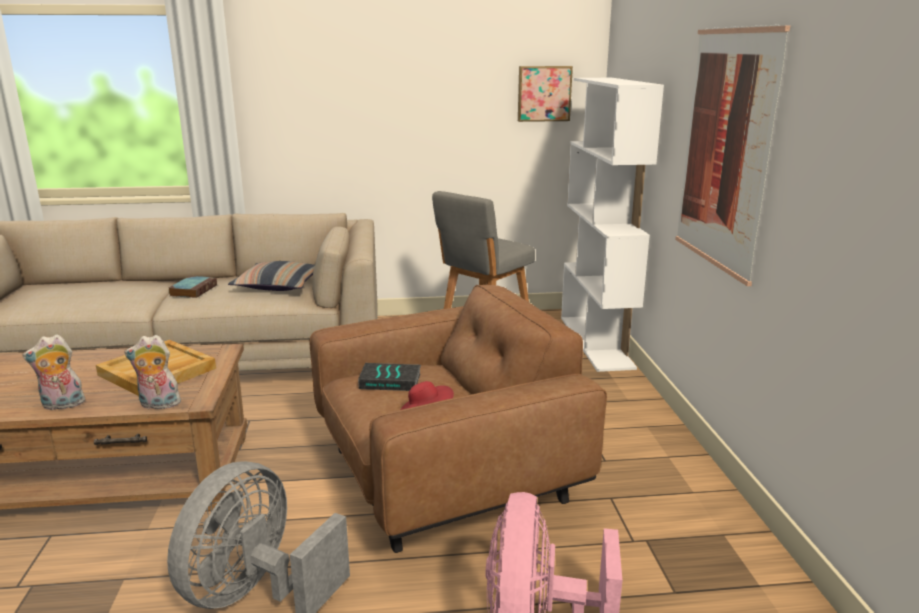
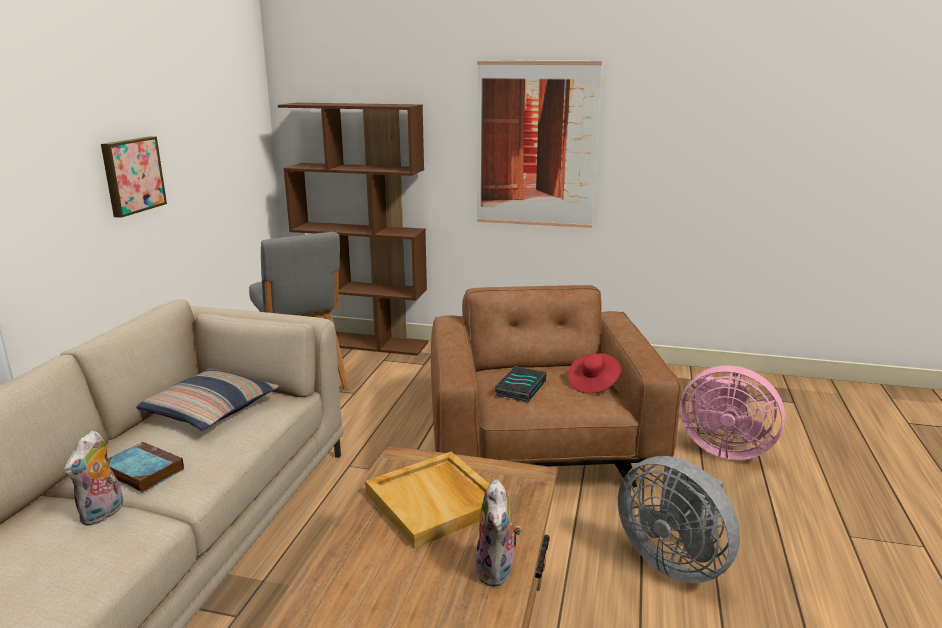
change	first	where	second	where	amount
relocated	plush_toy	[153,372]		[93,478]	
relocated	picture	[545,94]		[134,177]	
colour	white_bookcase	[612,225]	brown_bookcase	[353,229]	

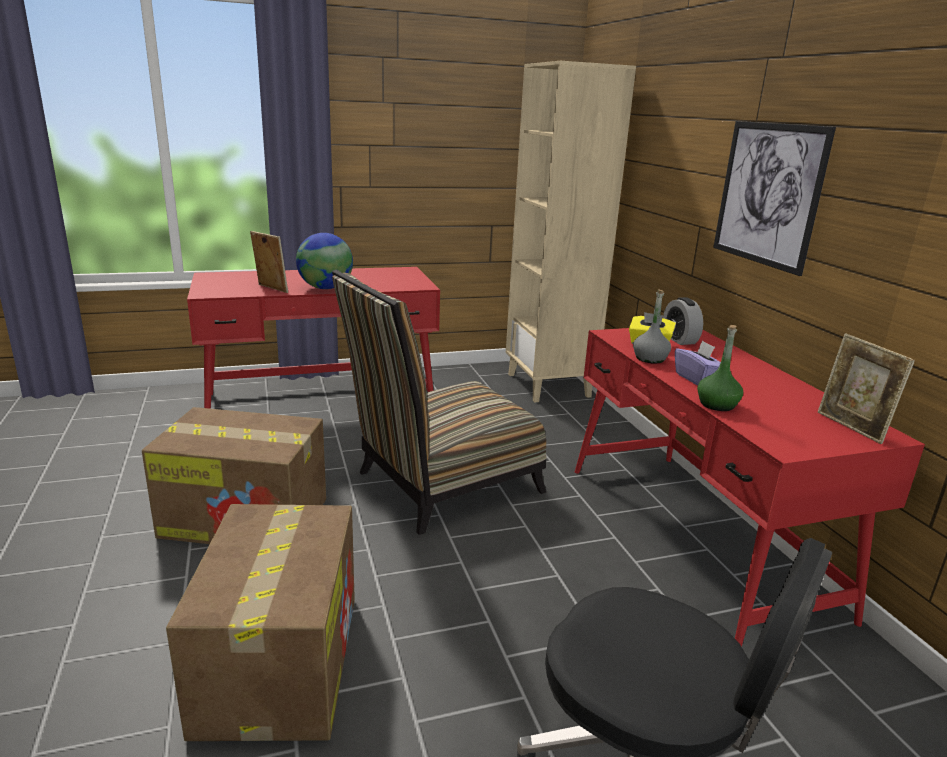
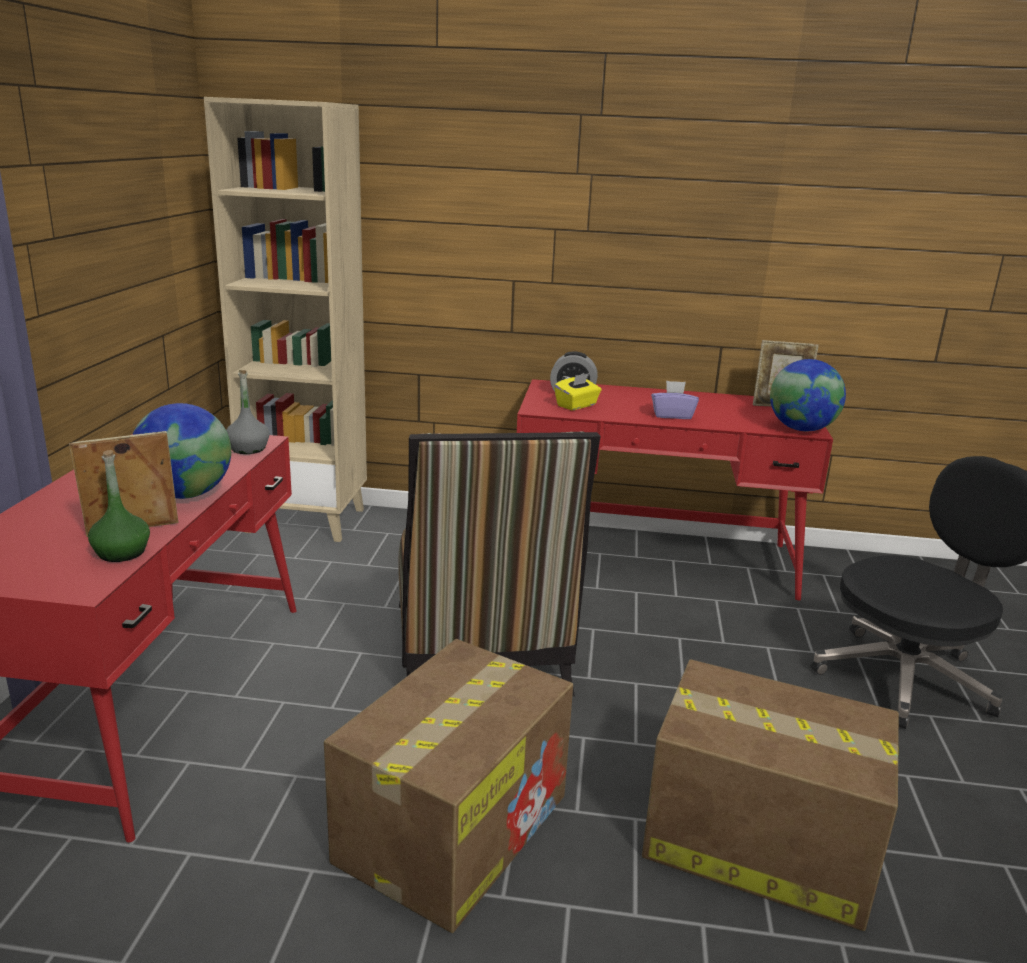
change	first	where	second	where	amount
relocated	grey_bottle	[652,326]		[248,412]	
relocated	green_bottle	[720,368]		[119,506]	
missing	picture	[774,198]			
appeared			globe	[808,395]	

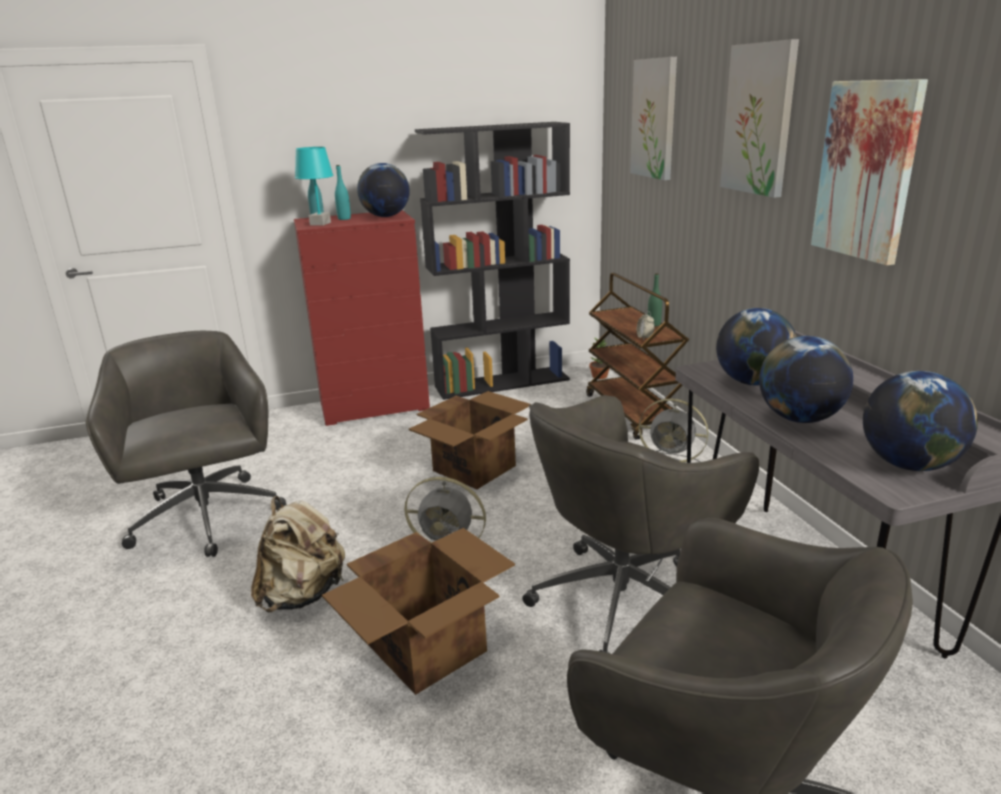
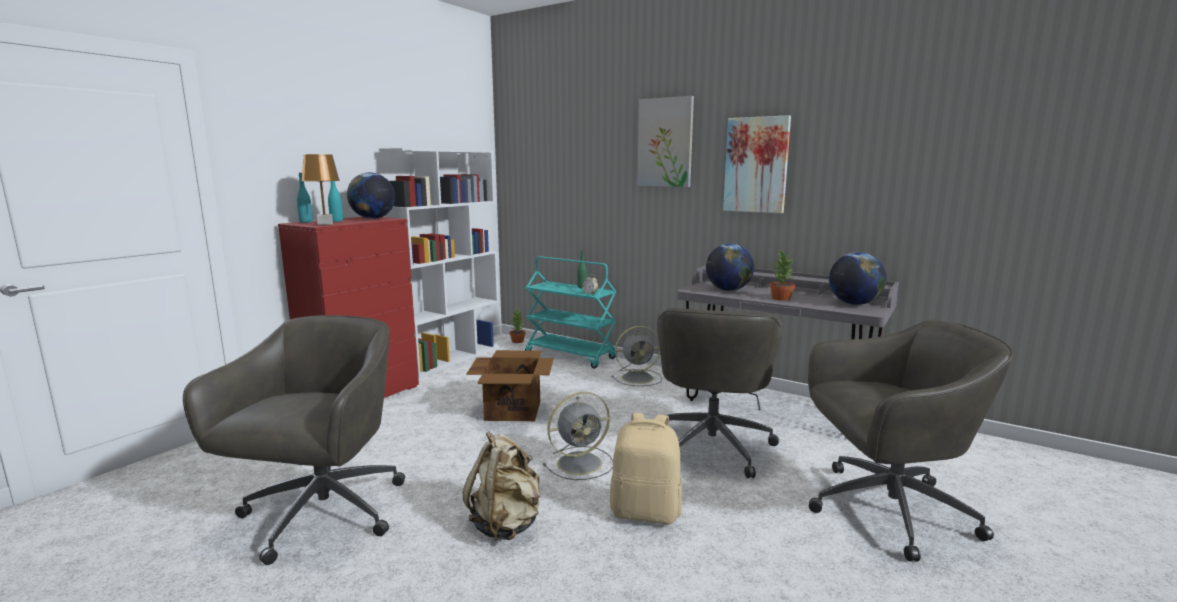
change	first	where	second	where	amount
spun	grey_office_chair	[186,444]		[294,440]	75 degrees clockwise
colour	turquoise_table_lamp	[314,186]	brown_table_lamp	[320,189]	
exchanged	cardboard_box	[418,611]	beige_backpack	[646,468]	
colour	black_bookcase	[492,261]	white_bookcase	[439,263]	
colour	brown_cart	[637,356]	turquoise_cart	[571,312]	
missing	picture	[653,118]			
exchanged	globe	[806,379]	potted_plant	[782,275]	

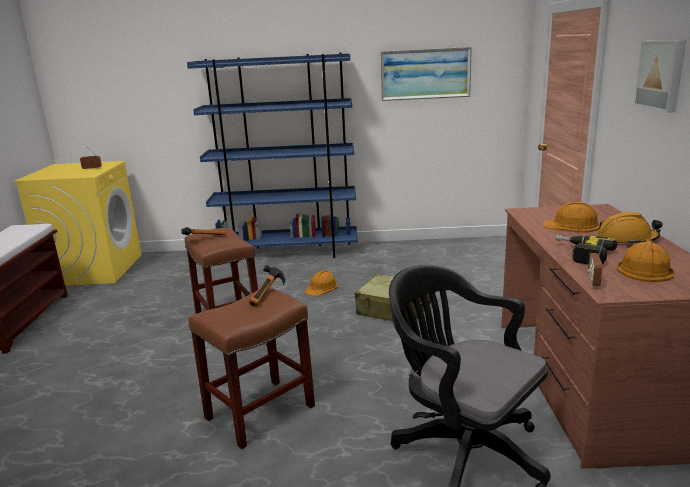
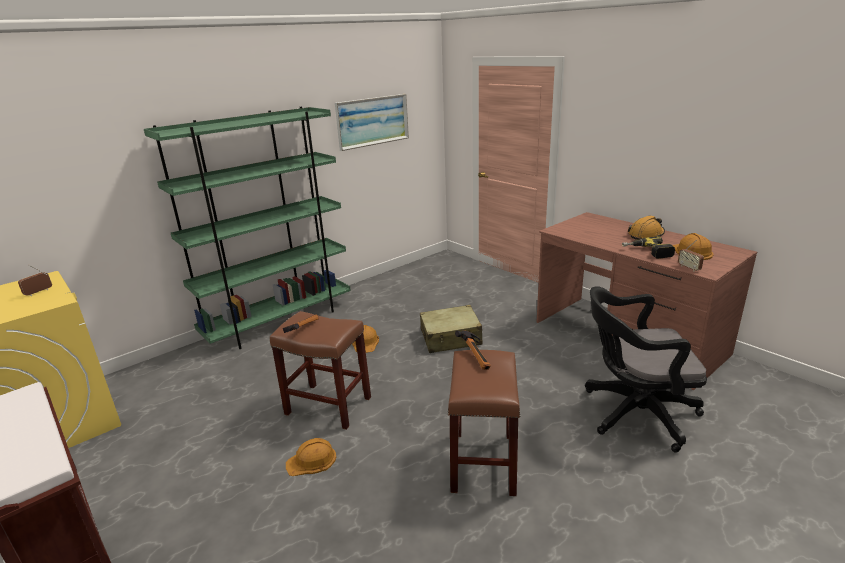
change	first	where	second	where	amount
colour	blue_bookcase	[272,157]	green_bookcase	[247,228]	
relocated	orange_hard_hat	[571,217]		[311,457]	
missing	picture	[659,76]			

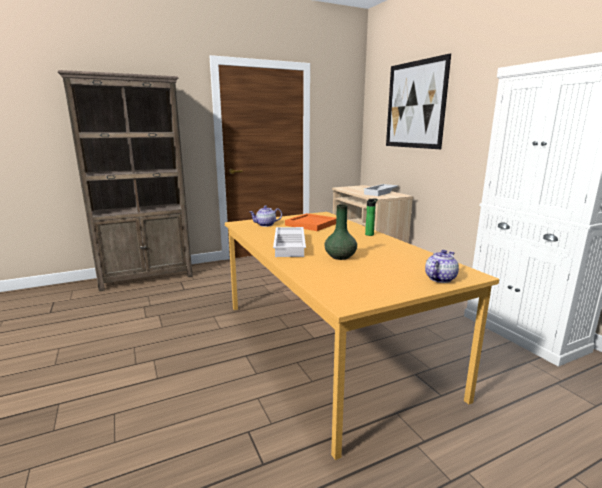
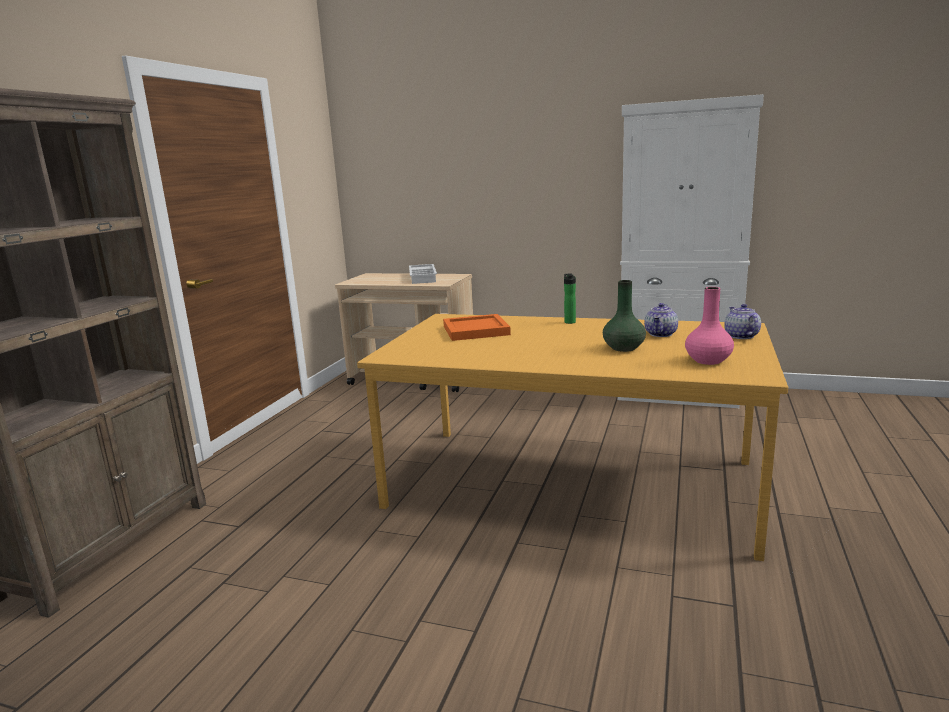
change	first	where	second	where	amount
relocated	teapot	[266,216]		[661,320]	
missing	white_tray	[289,242]			
missing	picture	[418,101]			
appeared			pink_vase	[709,326]	

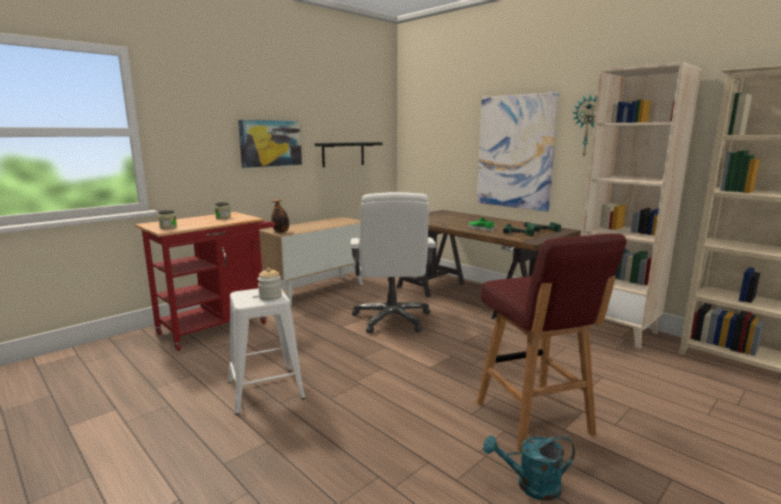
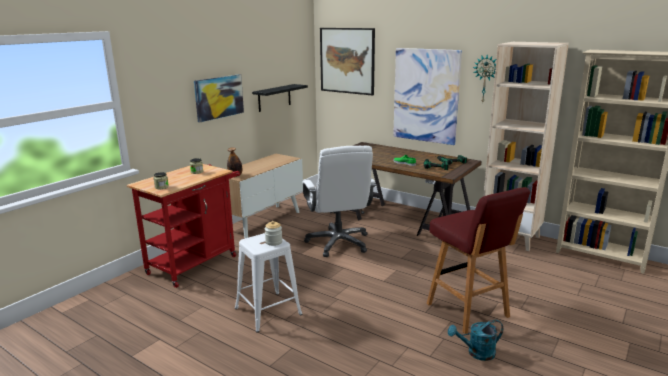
change	first	where	second	where	amount
appeared			picture	[347,61]	

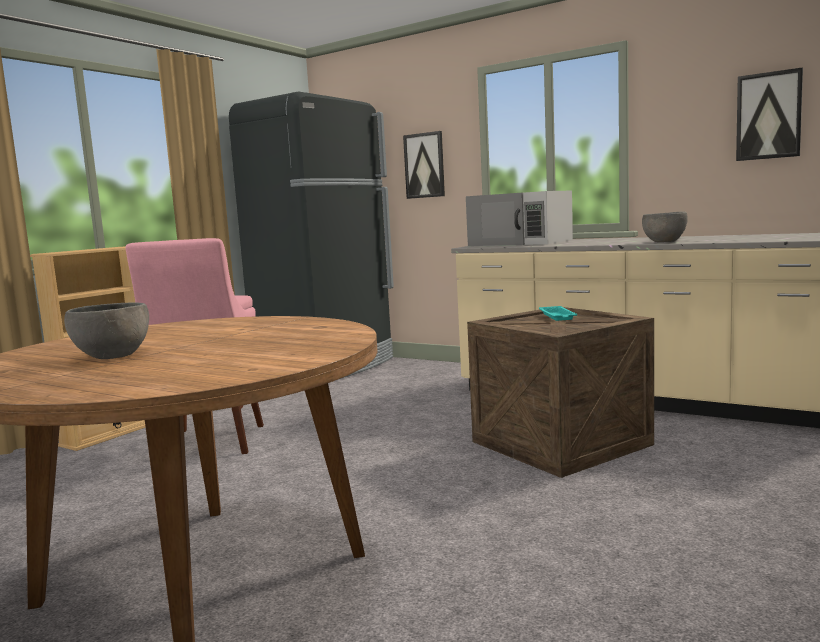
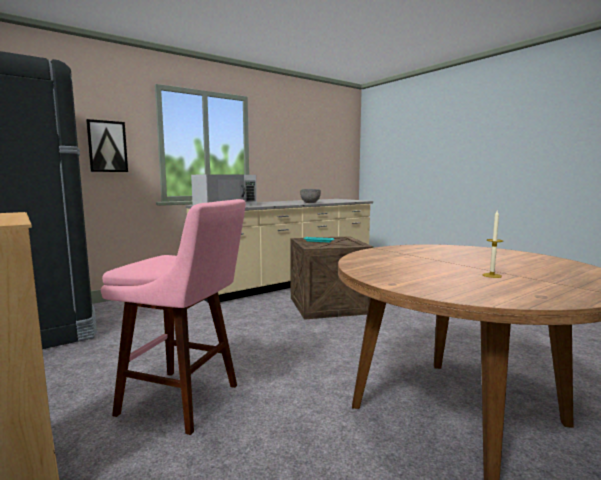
change	first	where	second	where	amount
exchanged	grey_bowl	[106,330]	candle	[492,244]	
missing	picture	[769,114]			

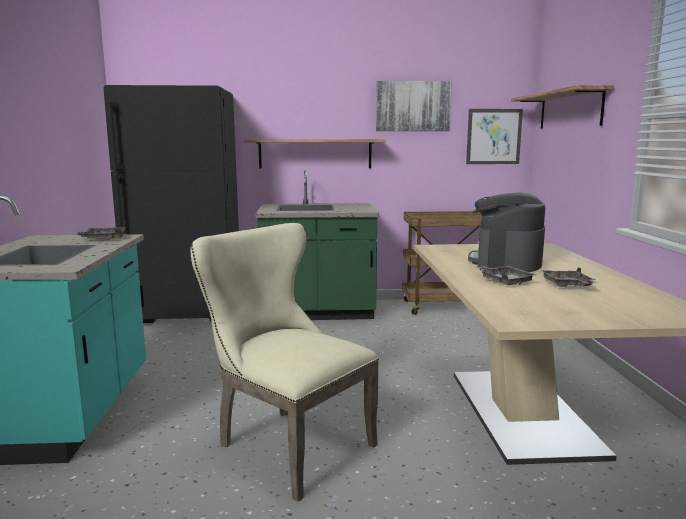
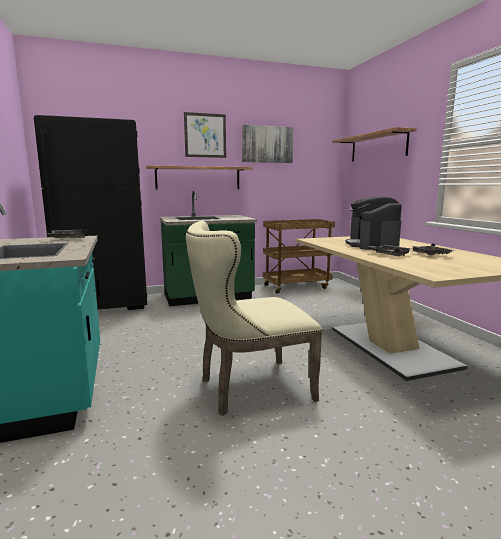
change	first	where	second	where	amount
spun	beige_chair	[285,362]		[254,318]	45 degrees counterclockwise
relocated	picture	[494,136]		[205,135]	

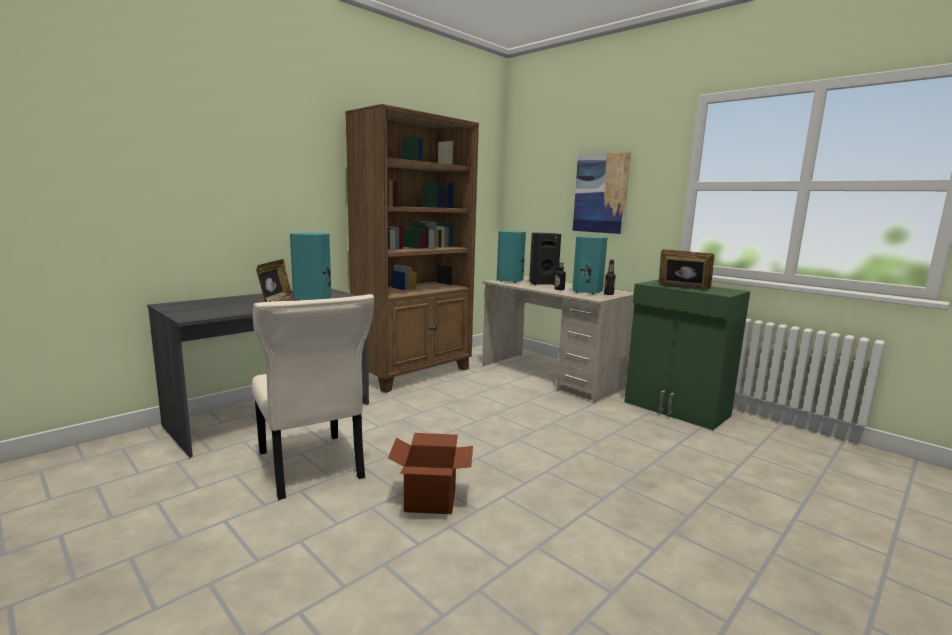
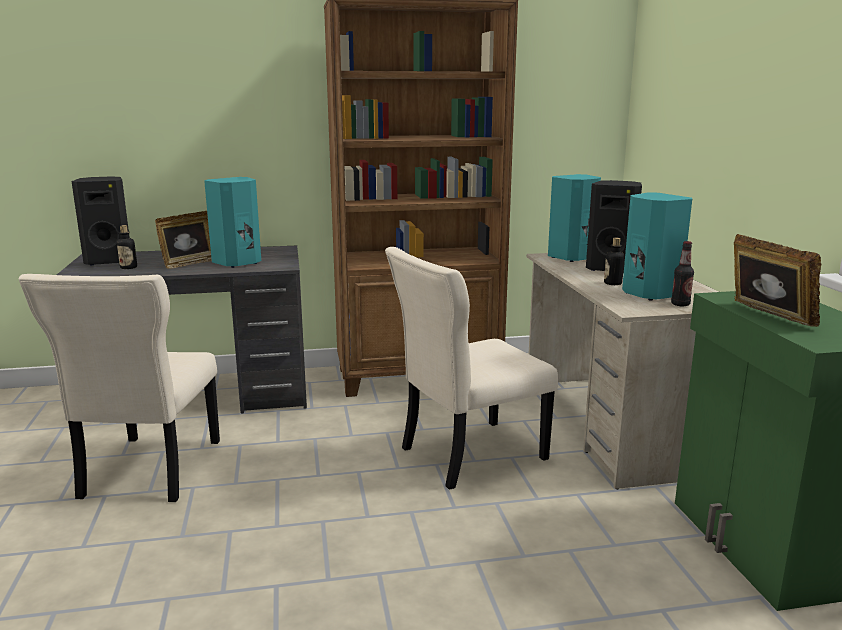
change	first	where	second	where	amount
missing	cardboard_box	[430,473]			
missing	picture	[602,193]			
appeared			black_speaker	[100,221]	
appeared			bottle	[127,247]	
appeared			beige_chair	[471,368]	

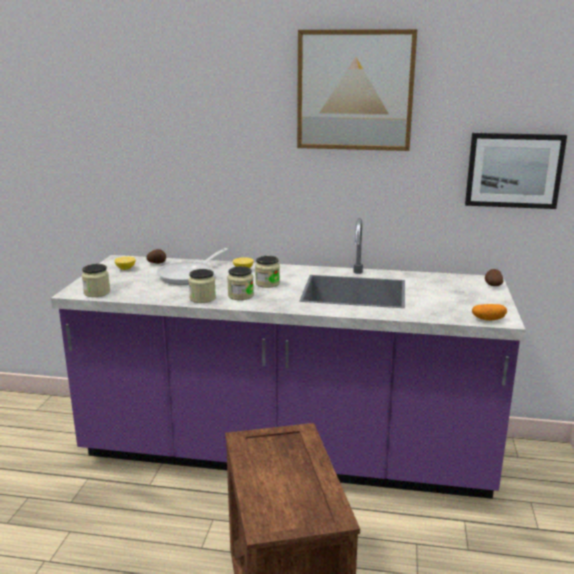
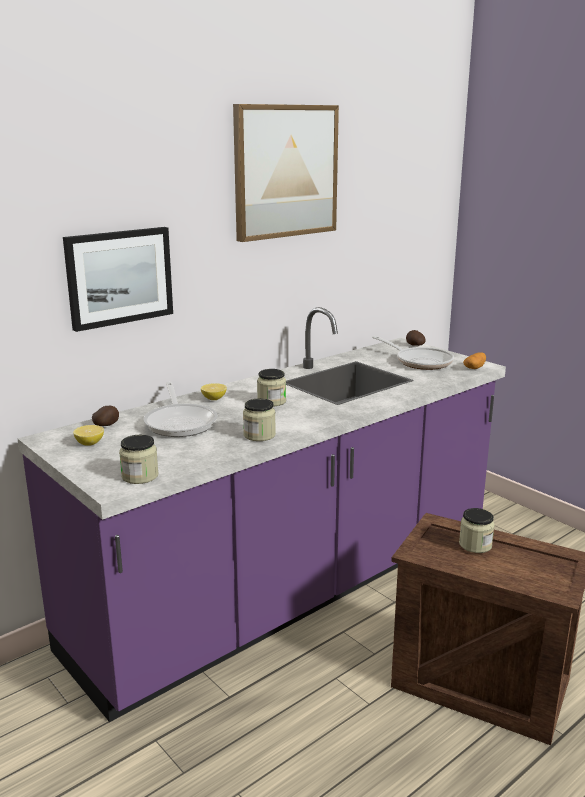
change	first	where	second	where	amount
relocated	jar	[240,283]		[477,530]	
relocated	picture	[516,171]		[118,279]	
appeared			frying_pan	[413,353]	

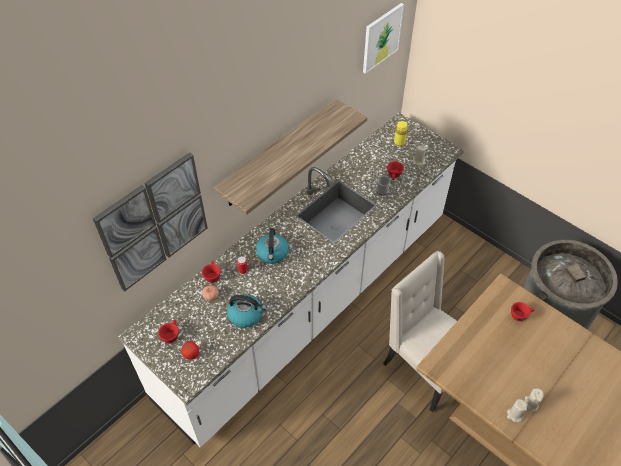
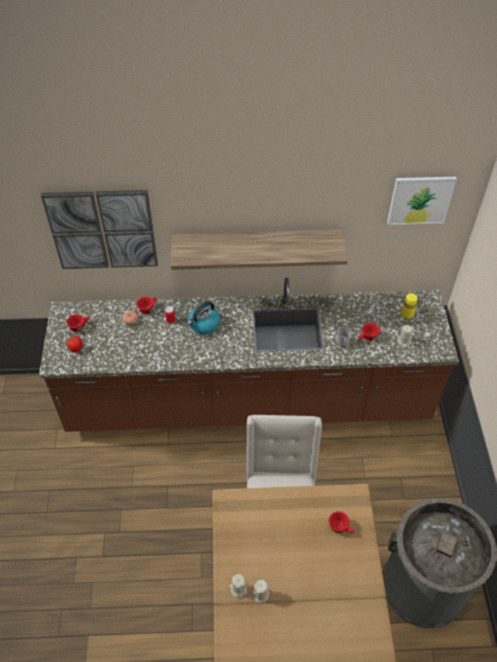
change	first	where	second	where	amount
colour	white_counter	[291,280]	brown_counter	[249,354]	
missing	kettle	[247,311]			

